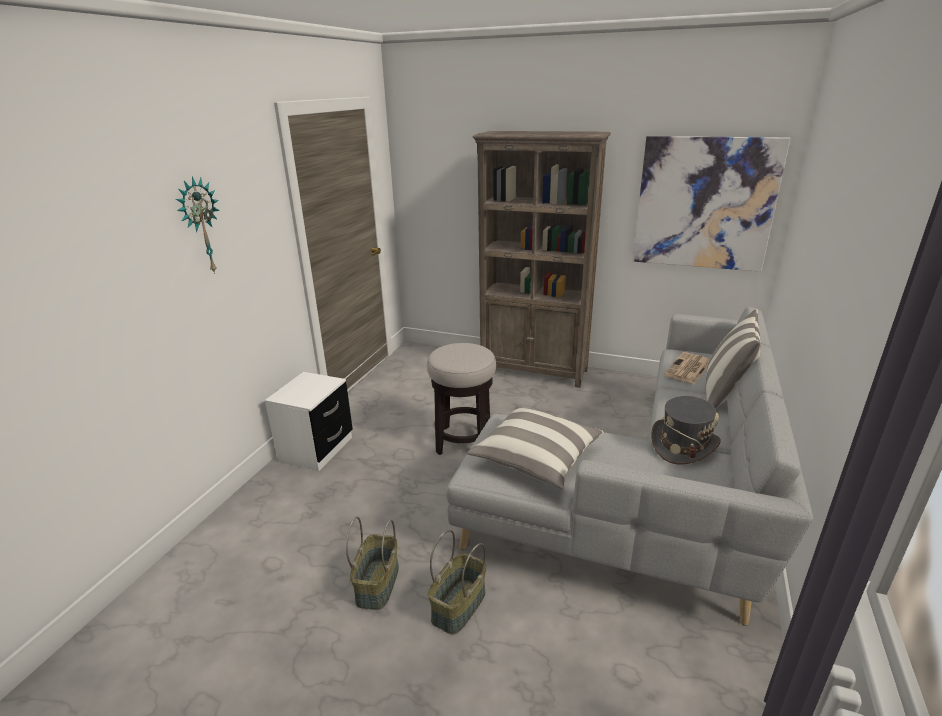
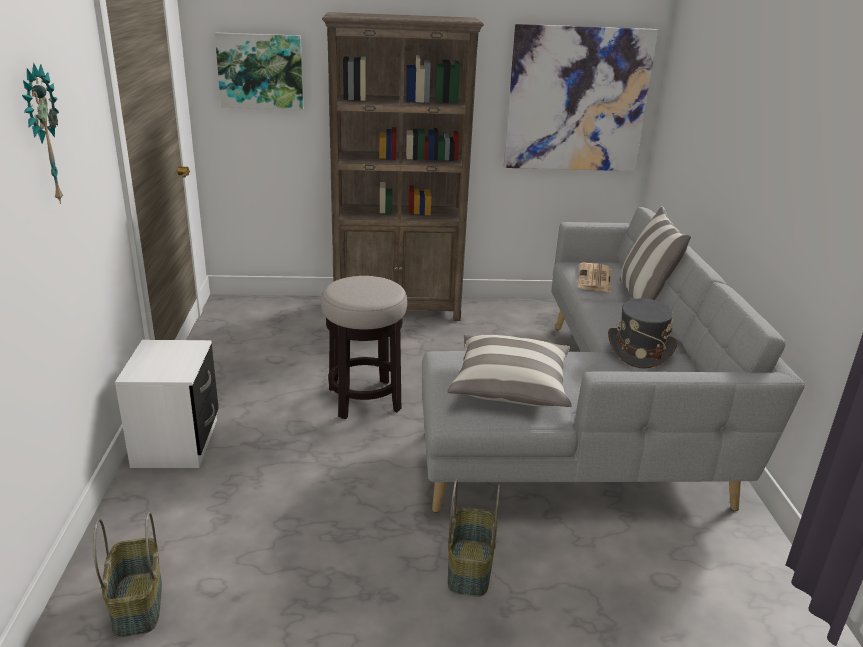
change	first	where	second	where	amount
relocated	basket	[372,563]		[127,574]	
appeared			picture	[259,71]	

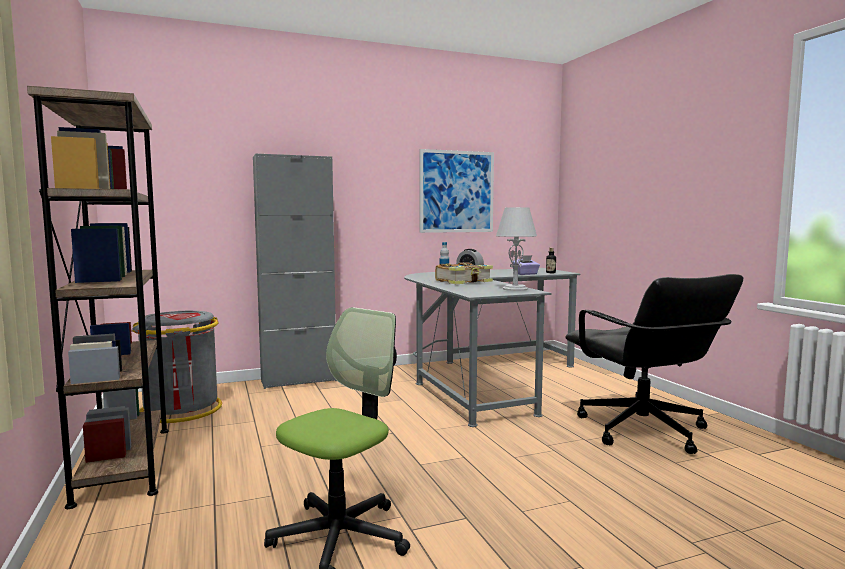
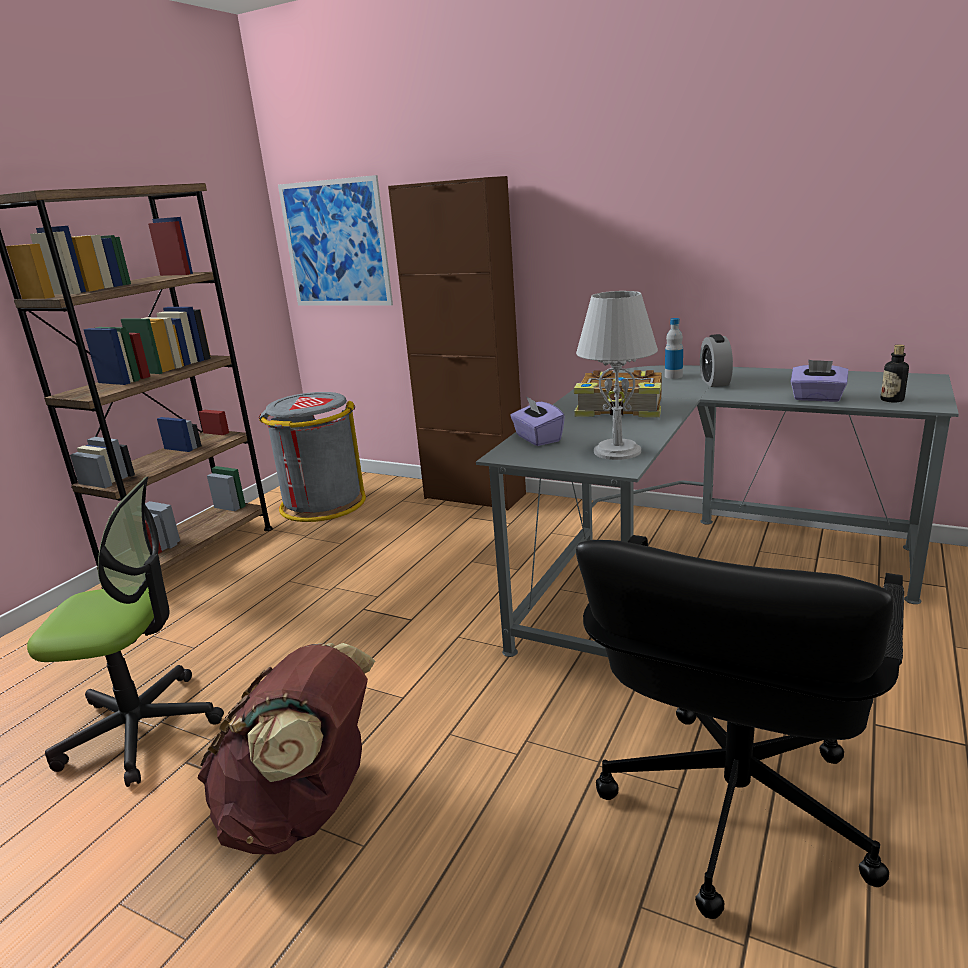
change	first	where	second	where	amount
colour	grey_cabinet	[295,271]	brown_cabinet	[457,343]	
relocated	picture	[457,191]		[335,240]	
appeared			brown_backpack	[286,748]	
appeared			purple_tissue_box	[537,421]	

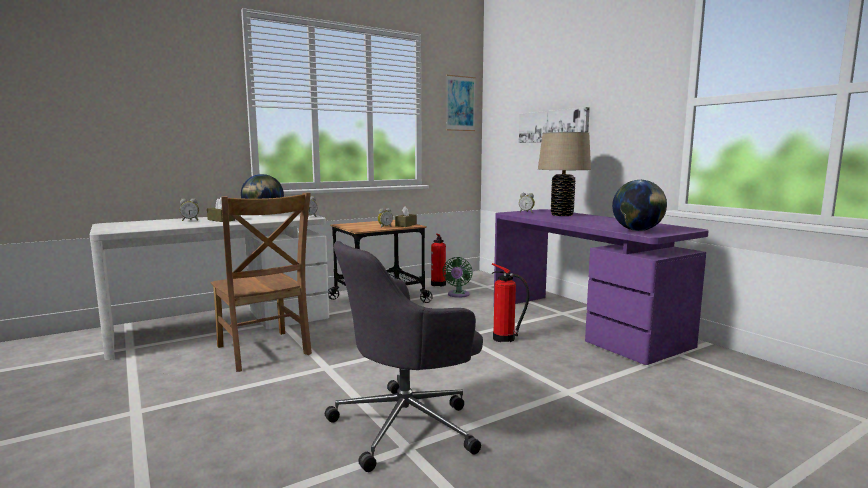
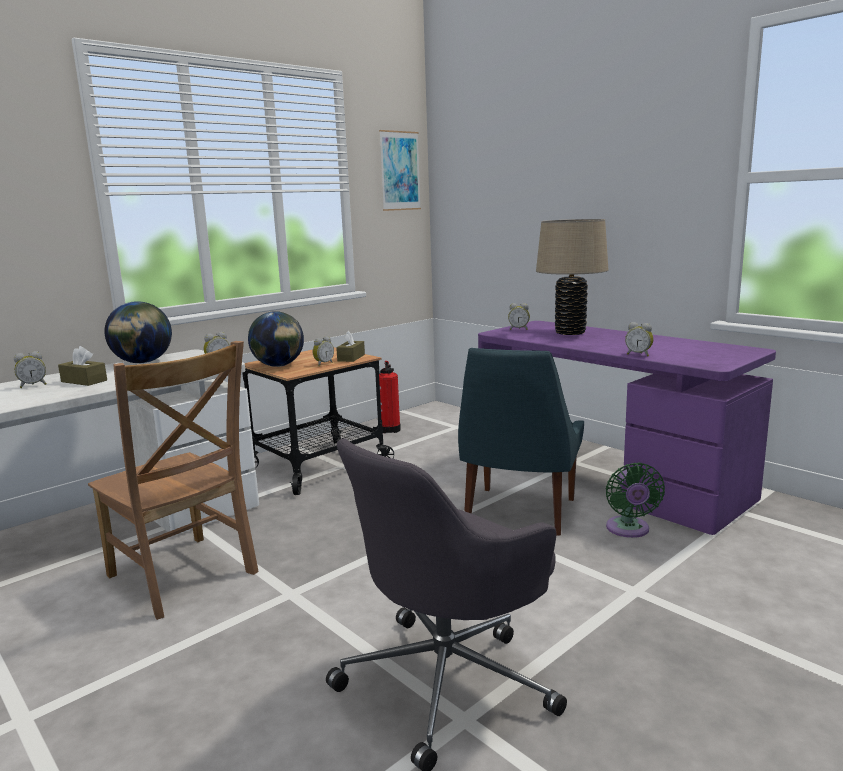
change	first	where	second	where	amount
relocated	green_fan	[458,277]		[635,500]	
exchanged	fire_extinguisher	[510,302]	blue_chair	[521,442]	
missing	picture	[554,125]			
relocated	globe	[639,205]		[276,339]	
appeared			alarm_clock	[639,339]	

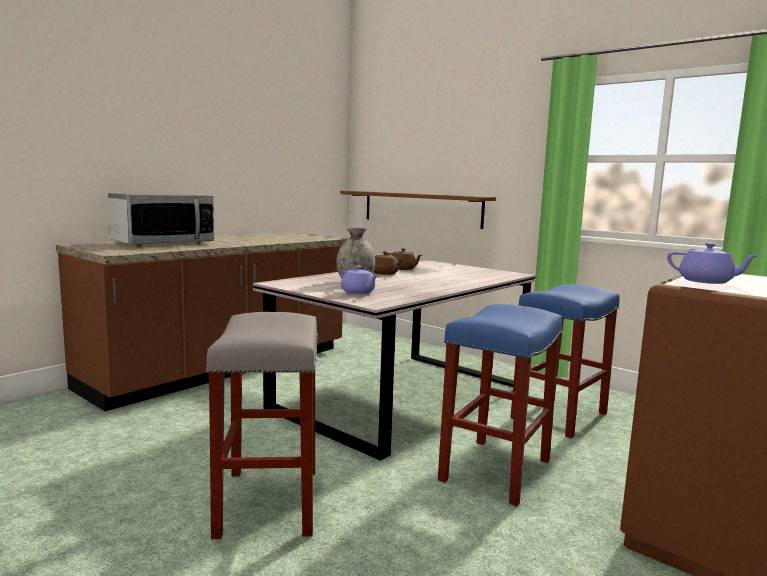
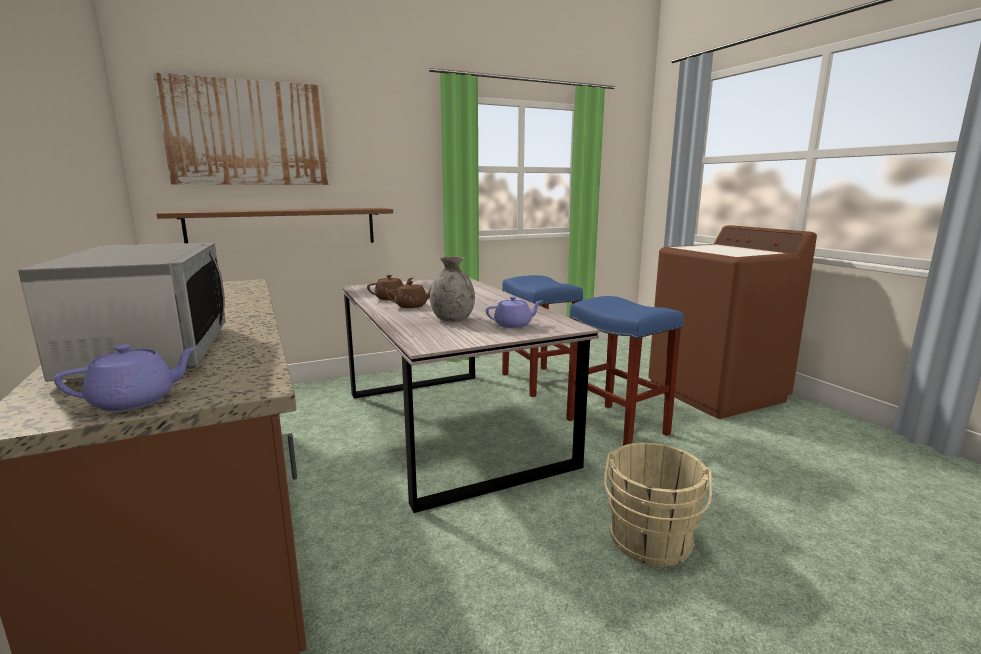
change	first	where	second	where	amount
exchanged	grey_stool	[262,425]	beige_bucket	[658,505]	
relocated	purple_teapot	[713,263]		[126,377]	
appeared			picture	[241,128]	

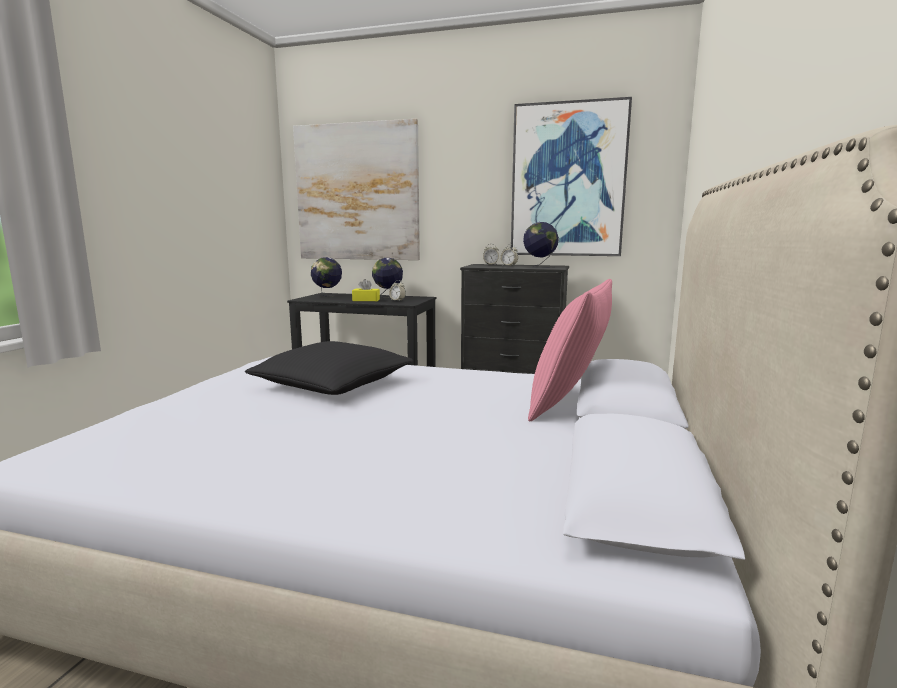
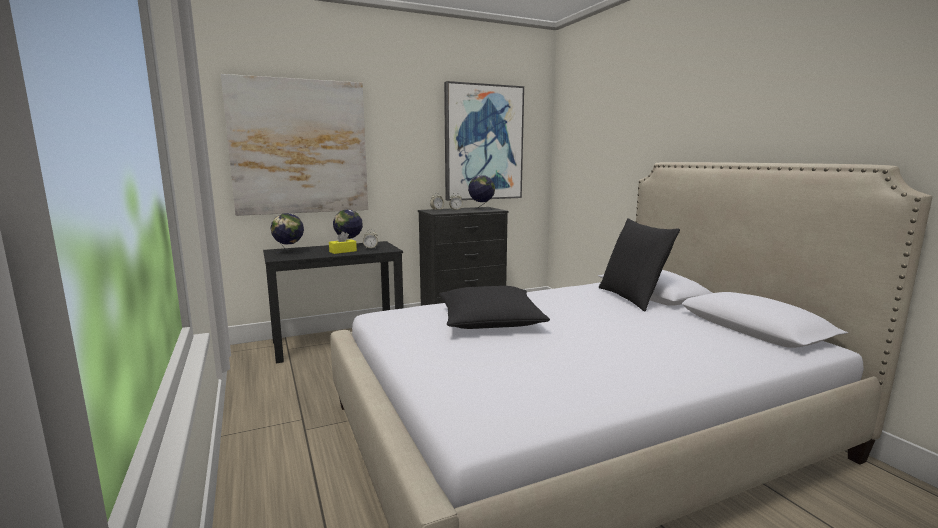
change	first	where	second	where	amount
colour	pink_pillow	[570,350]	black_pillow	[639,264]	

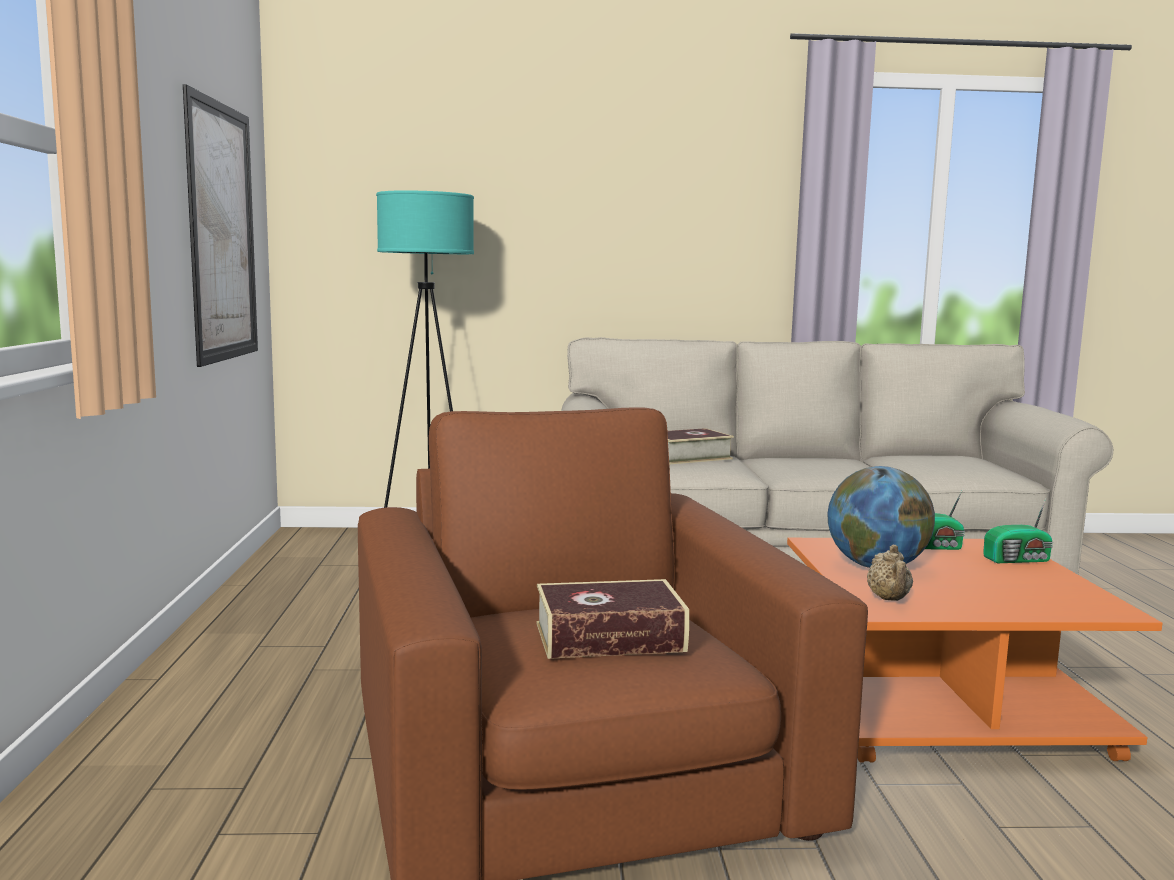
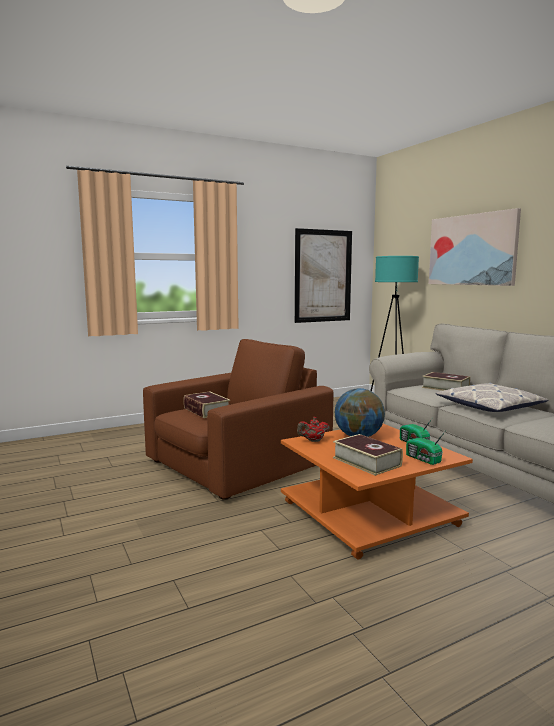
change	first	where	second	where	amount
colour	beige_teapot	[890,573]	red_teapot	[313,429]	
appeared			book	[368,455]	
appeared			picture	[475,247]	
appeared			pillow	[491,397]	

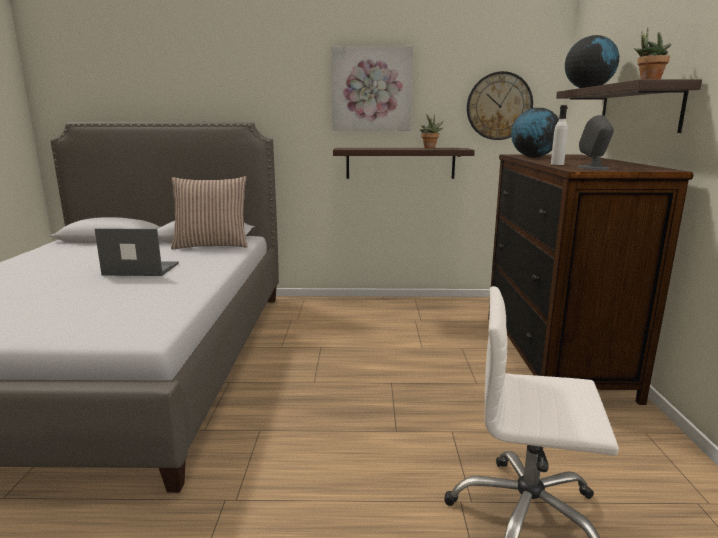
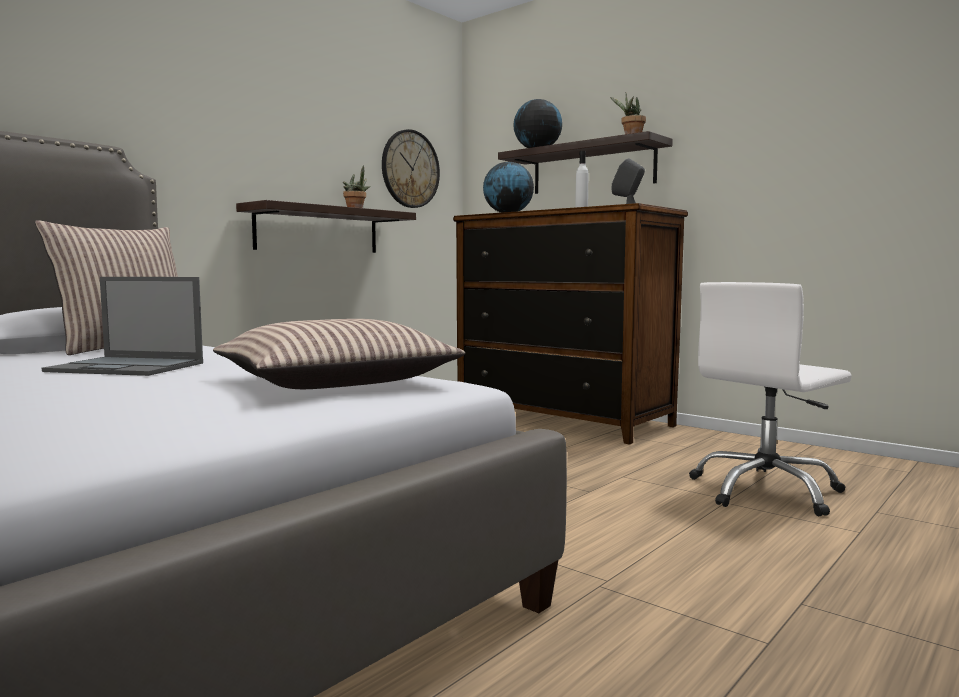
change	first	where	second	where	amount
spun	laptop	[137,252]		[122,326]	120 degrees counterclockwise
missing	picture	[372,88]			
appeared			pillow	[339,354]	

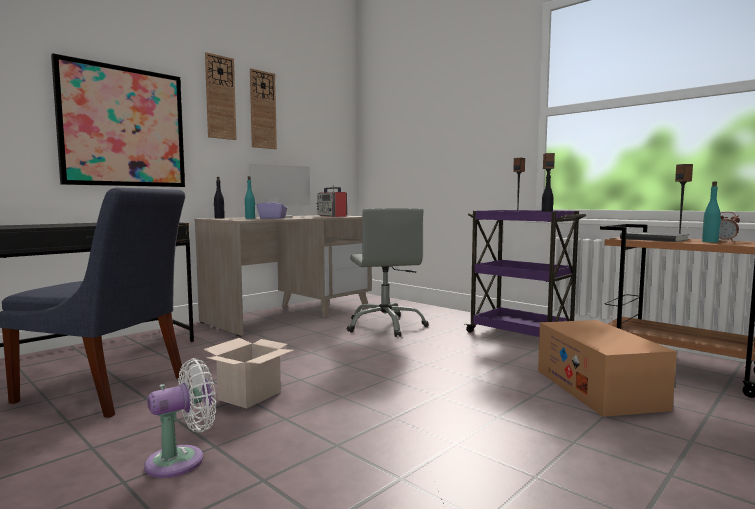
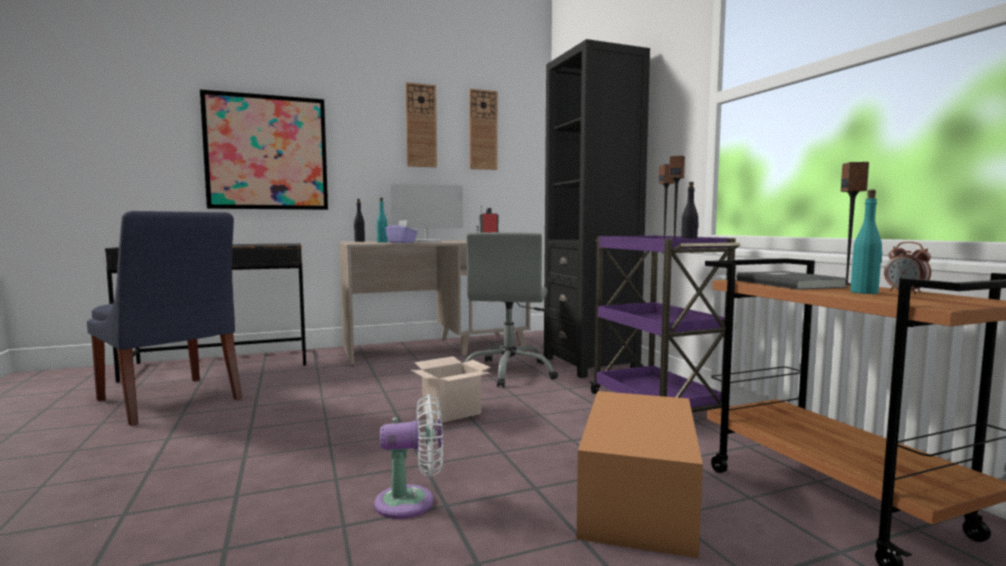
change	first	where	second	where	amount
relocated	white_fan	[180,418]		[408,456]	
relocated	cardboard_box	[248,373]		[451,389]	
relocated	wall_clock	[221,96]		[483,129]	
appeared			black_bookcase	[597,208]	

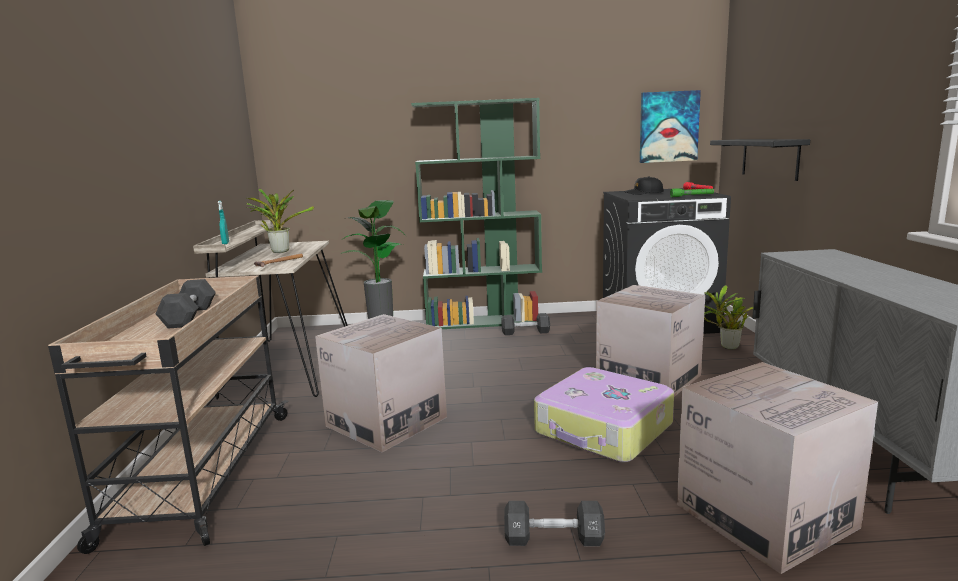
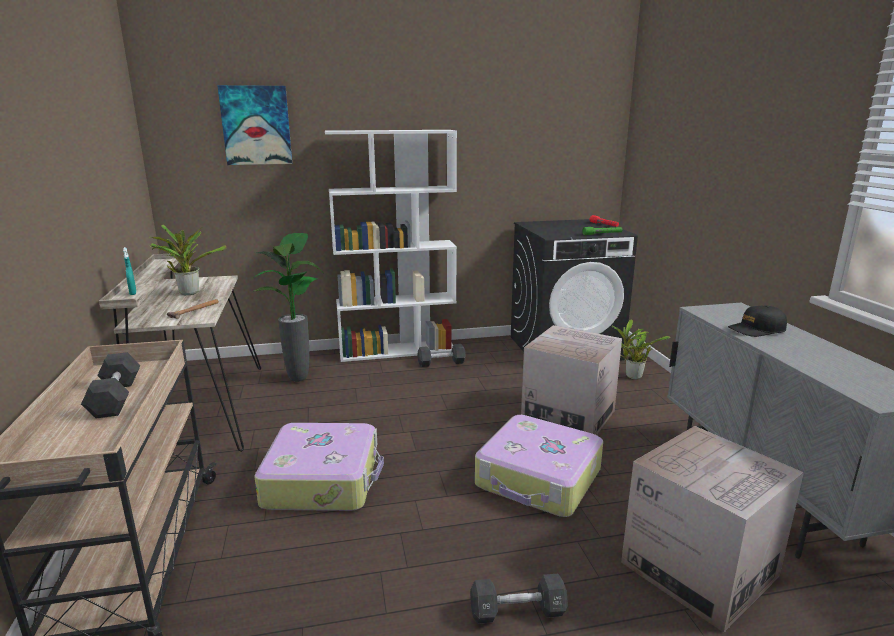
change	first	where	second	where	amount
exchanged	cardboard_box	[381,383]	suitcase	[319,467]	
colour	green_bookcase	[476,213]	white_bookcase	[391,246]	
relocated	black_cap	[644,185]		[757,321]	
relocated	picture	[670,126]		[254,125]	
missing	black_shelf	[760,160]			

